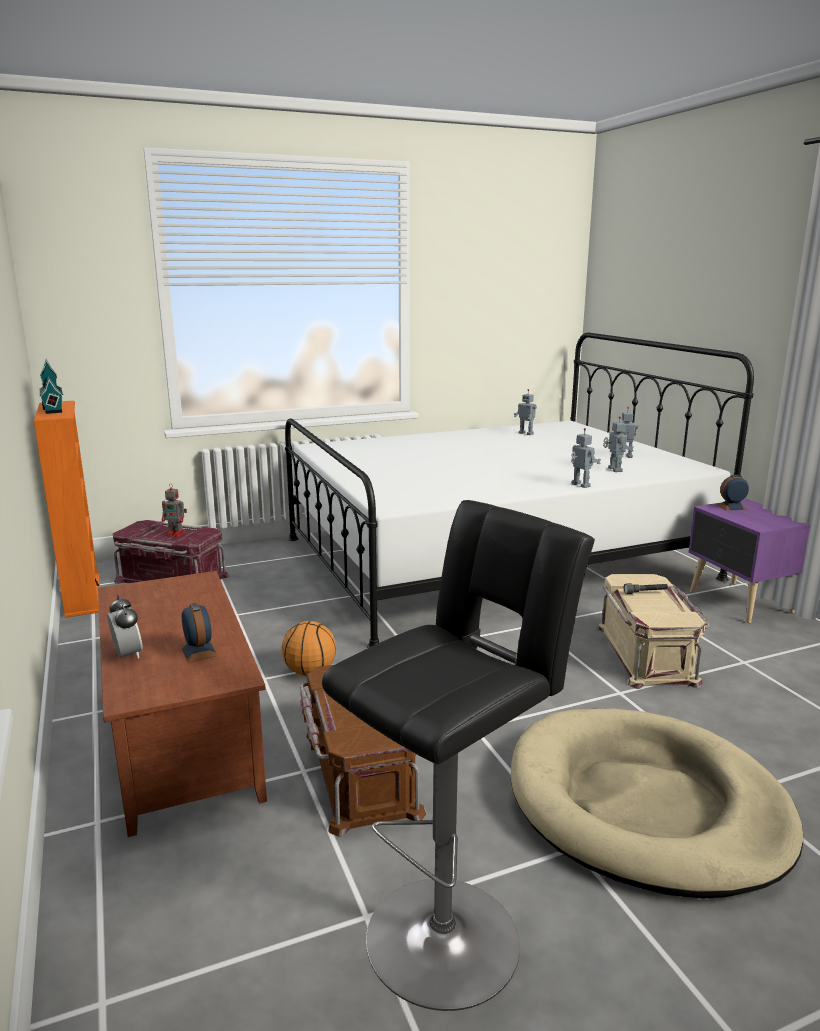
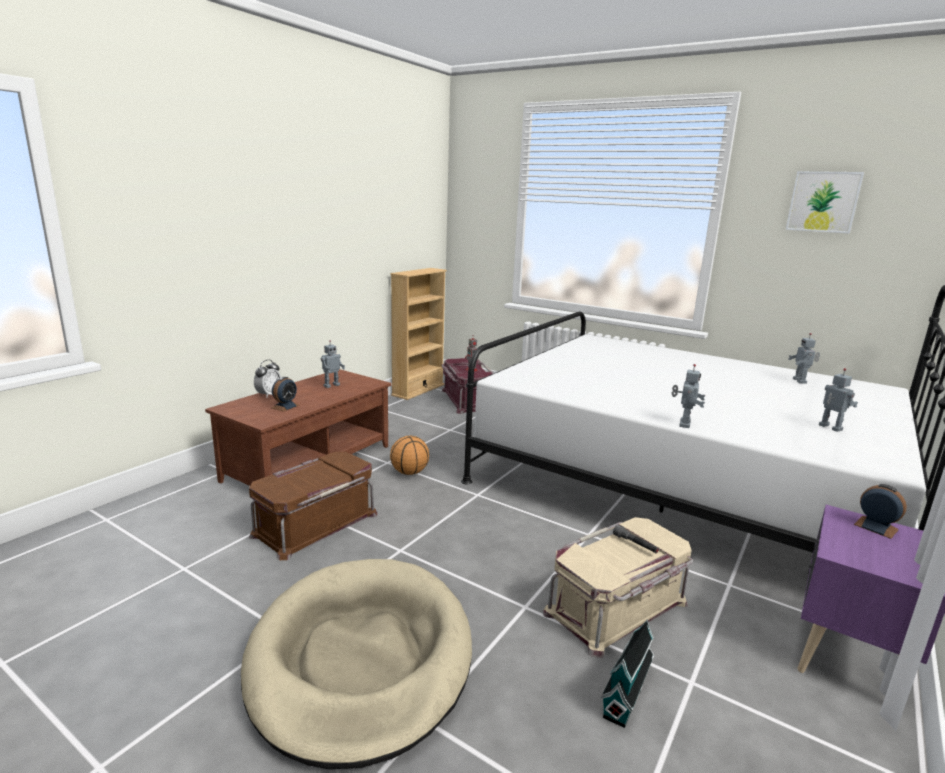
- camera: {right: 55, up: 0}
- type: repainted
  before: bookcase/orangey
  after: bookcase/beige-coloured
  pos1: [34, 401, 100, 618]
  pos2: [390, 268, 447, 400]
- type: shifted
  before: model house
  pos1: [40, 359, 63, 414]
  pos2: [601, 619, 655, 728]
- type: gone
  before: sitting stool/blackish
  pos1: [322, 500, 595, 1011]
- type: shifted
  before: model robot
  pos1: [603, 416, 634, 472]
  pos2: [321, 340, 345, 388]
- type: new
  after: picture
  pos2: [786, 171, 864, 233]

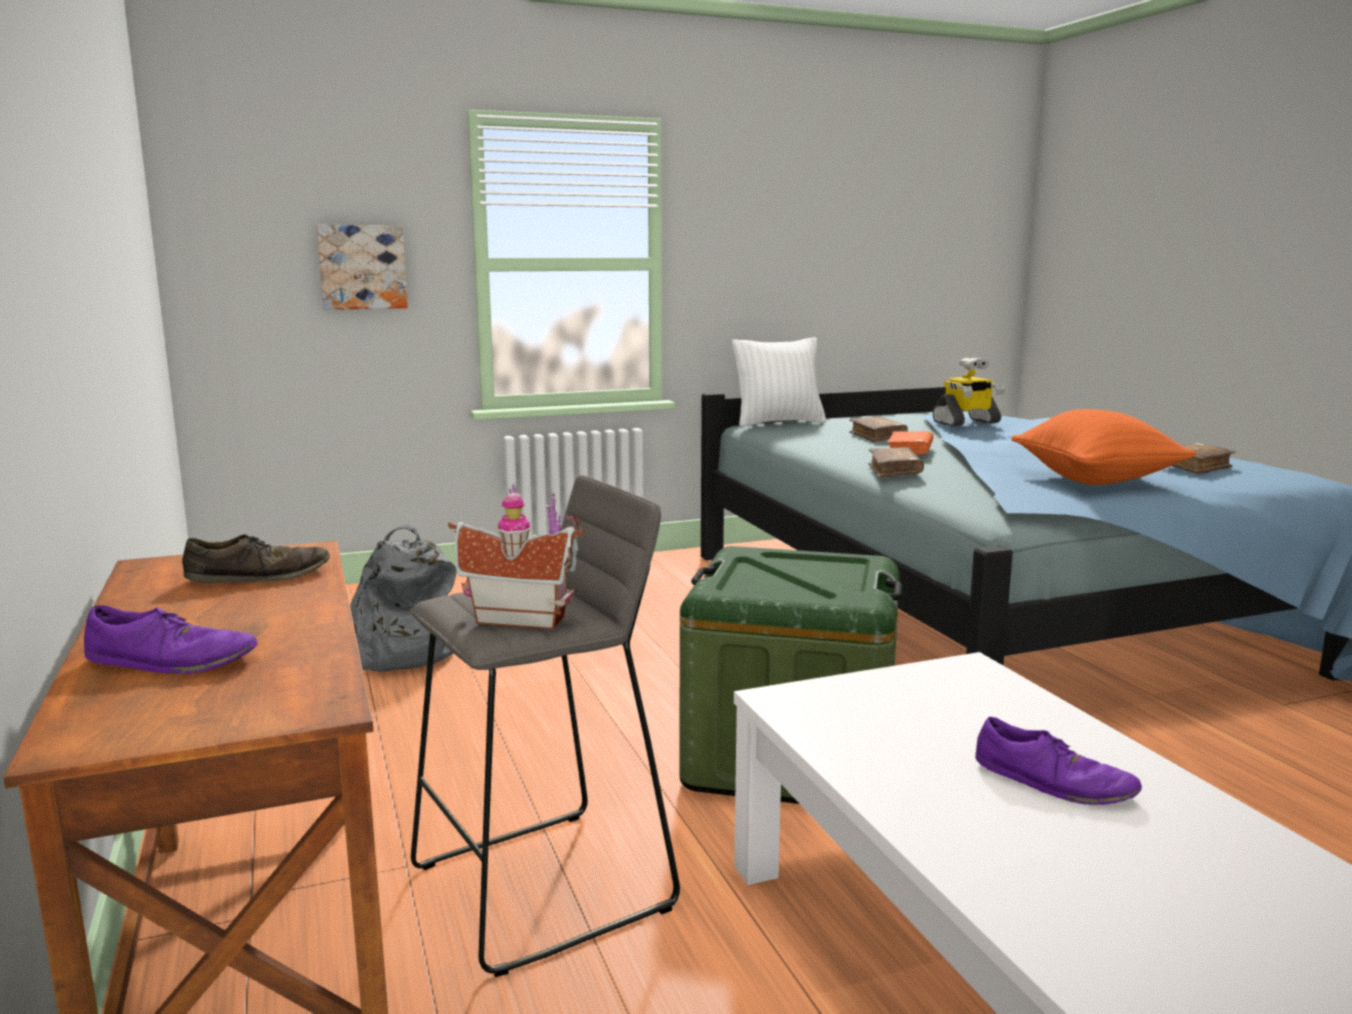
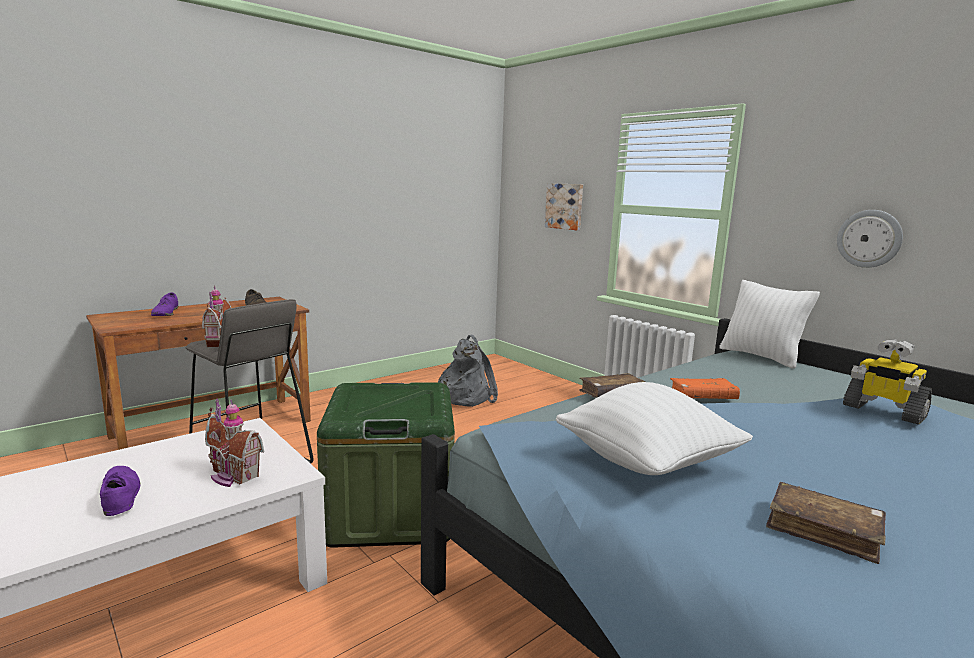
- camera: {right: 70, up: 0}
- type: gone
  before: book/brown
  pos1: [849, 416, 908, 442]
- type: rotated
  before: item of footwear/purple-coloured
  pos1: [975, 717, 1142, 805]
  pos2: [100, 466, 141, 516]
  turn: 135
- type: repainted
  before: throw pillow/orangey
  after: throw pillow/white-coloured
  pos1: [1011, 409, 1196, 485]
  pos2: [556, 382, 753, 475]
- type: new
  after: model house
  pos2: [205, 398, 265, 487]
- type: new
  after: hanging clock
  pos2: [837, 210, 903, 268]

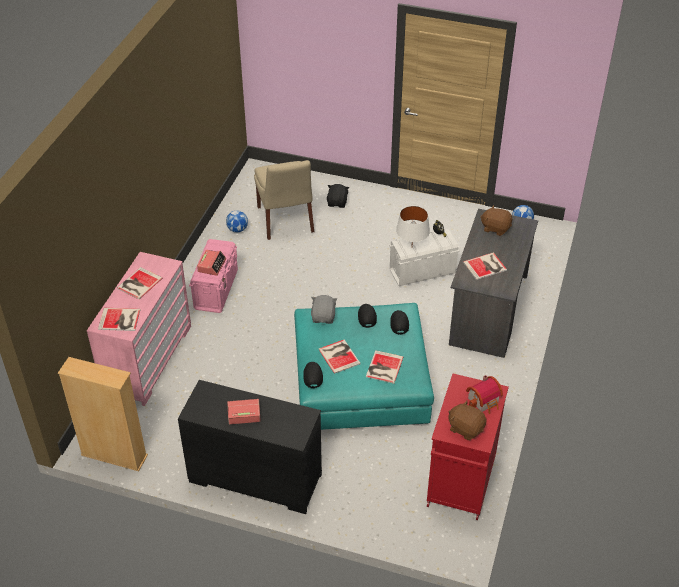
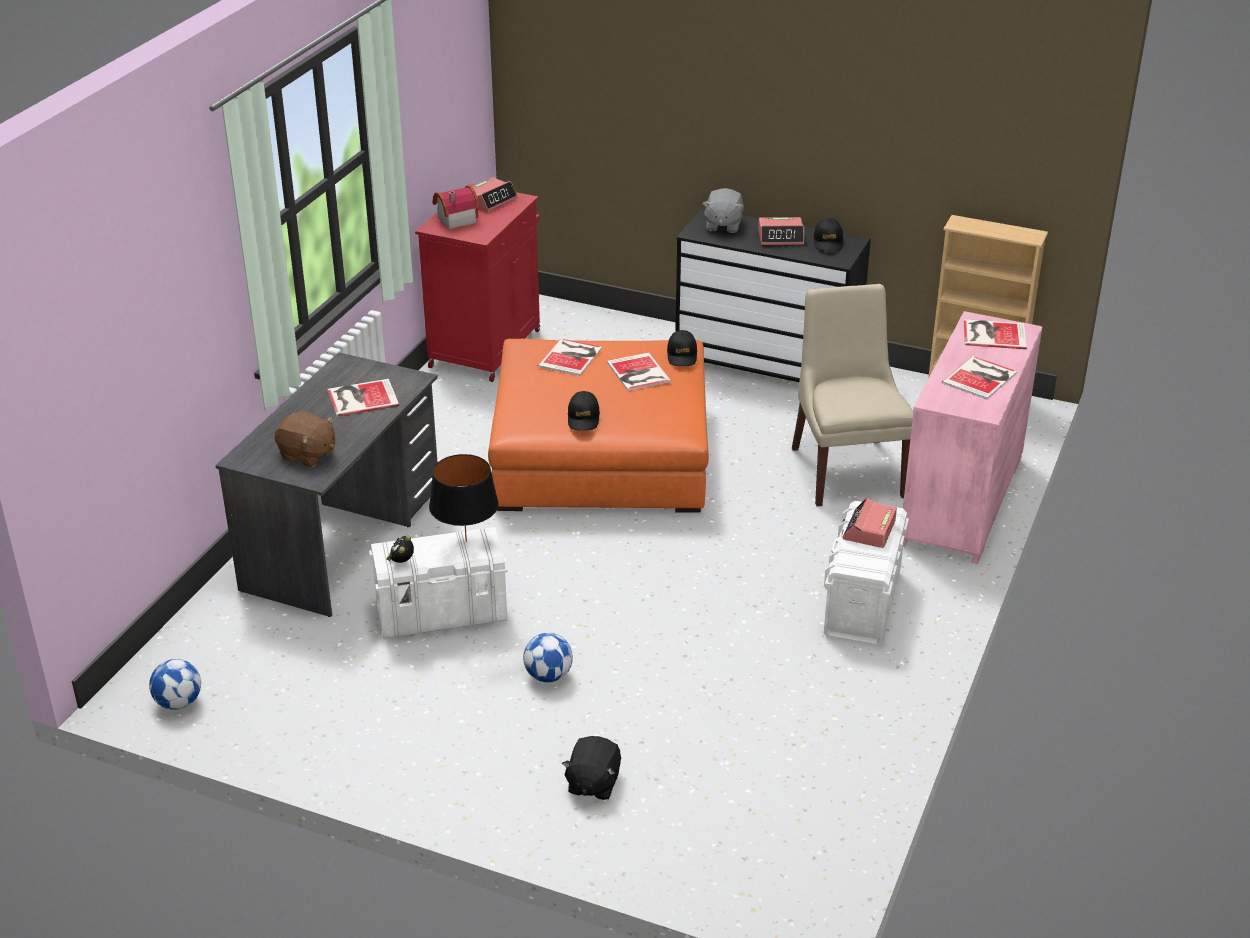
- camera: {right: -175, up: -10}
- type: repainted
  before: storage box/pink
  after: storage box/white-coloured
  pos1: [189, 239, 238, 313]
  pos2: [824, 501, 909, 646]
- type: shifted
  before: football
  pos1: [226, 210, 248, 233]
  pos2: [523, 633, 573, 682]
- type: shifted
  before: upright chair/beige-coloured
  pos1: [254, 160, 314, 240]
  pos2: [792, 284, 914, 507]
- type: repainted
  before: footrest/blue-green
  after: footrest/orangey
  pos1: [294, 303, 434, 430]
  pos2: [488, 339, 709, 513]
- type: shifted
  before: soft toy/gray
  pos1: [311, 295, 337, 324]
  pos2: [702, 188, 744, 233]
- type: shifted
  before: peaked cap/blackish
  pos1: [390, 310, 409, 335]
  pos2: [814, 218, 843, 251]
- type: repainted
  before: tabletop lamp/white-coloured
  after: tabletop lamp/blackish
  pos1: [396, 206, 430, 242]
  pos2: [429, 454, 499, 542]
- type: swapped
  before: soft toy/brown
  after: alarm clock
  pos1: [448, 400, 487, 440]
  pos2: [472, 177, 518, 212]

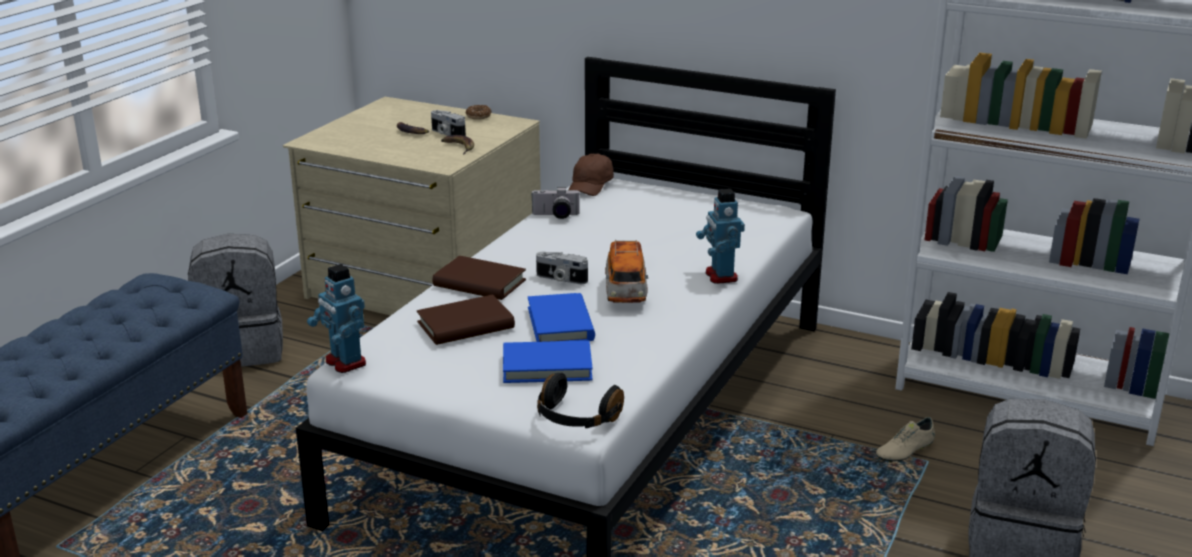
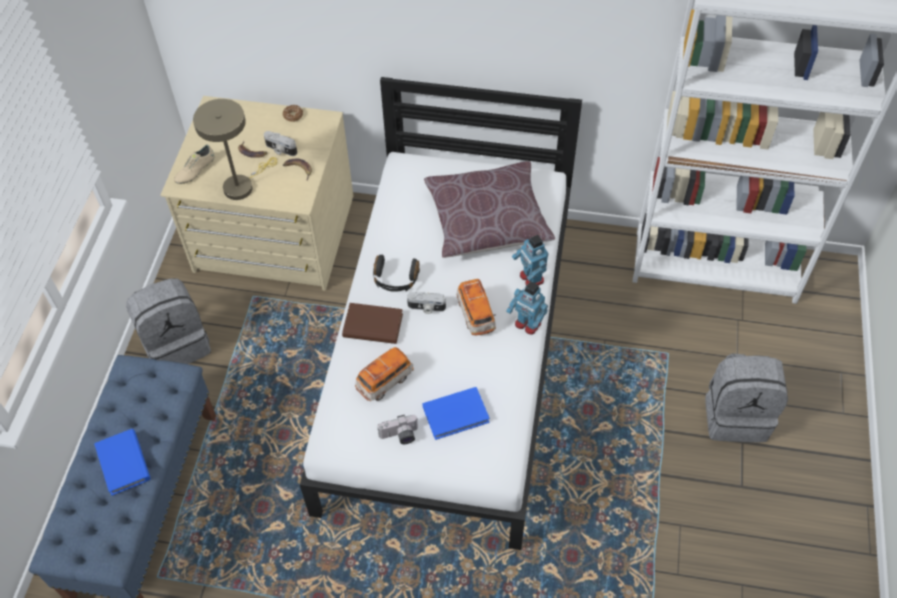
- camera: {right: -15, up: 30}
- type: shifted
  before: model robot
  pos1: [307, 264, 366, 373]
  pos2: [506, 281, 548, 335]
- type: swapped
  before: book/brown
  after: toy car
  pos1: [417, 295, 515, 345]
  pos2: [355, 347, 414, 401]
- type: shifted
  before: book/blue
  pos1: [528, 293, 595, 342]
  pos2: [94, 429, 150, 496]
- type: shifted
  before: still camera
  pos1: [531, 187, 580, 219]
  pos2: [377, 415, 418, 444]
- type: shifted
  before: headphones/blackish
  pos1: [537, 373, 624, 428]
  pos2: [373, 255, 420, 292]
- type: gone
  before: peaked cap/brown
  pos1: [568, 153, 614, 196]
- type: shifted
  before: item of footwear/beige-coloured
  pos1: [876, 417, 935, 463]
  pos2: [174, 145, 214, 184]
- type: new
  after: tabletop lamp/beige-coloured
  pos2: [193, 99, 277, 200]
- type: new
  after: throw pillow/brown
  pos2: [424, 161, 555, 258]

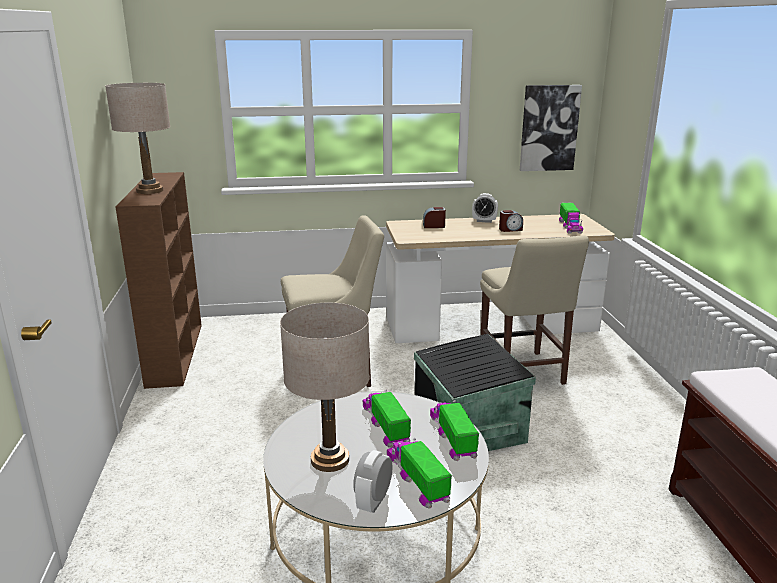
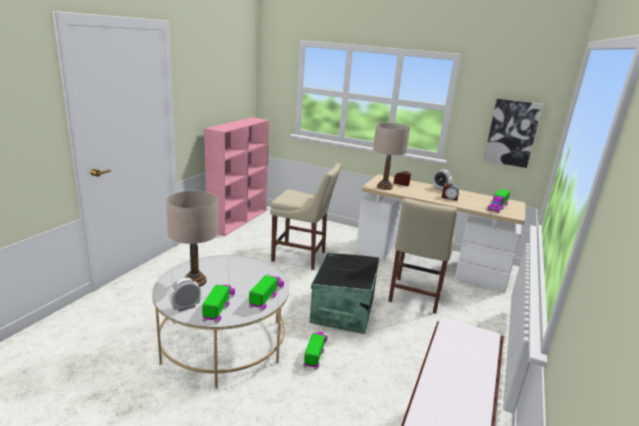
- camera: {right: 30, up: 0}
- type: shifted
  before: tabletop lamp/beige-coloured
  pos1: [105, 83, 170, 194]
  pos2: [373, 123, 410, 190]
- type: repainted
  before: bookcase/brown
  after: bookcase/pink
  pos1: [116, 172, 202, 389]
  pos2: [204, 117, 269, 236]
- type: shifted
  before: toy truck
  pos1: [363, 389, 411, 448]
  pos2: [303, 331, 327, 370]

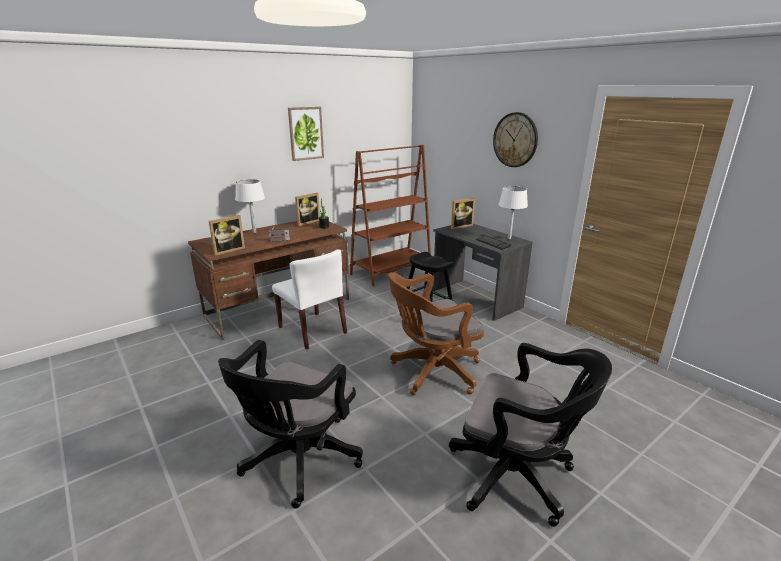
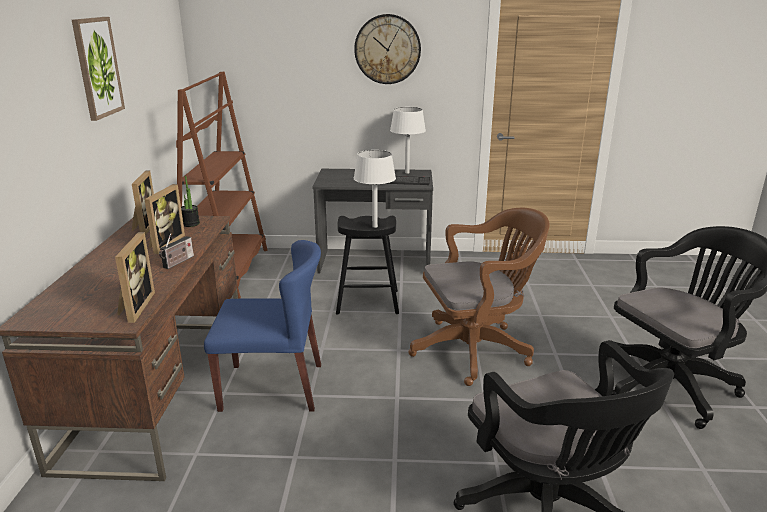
- camera: {right: -50, up: 0}
- type: shifted
  before: tabletop lamp/white-coloured
  pos1: [235, 179, 265, 233]
  pos2: [354, 150, 396, 228]
- type: repainted
  before: upright chair/white-coloured
  after: upright chair/blue
  pos1: [272, 249, 347, 350]
  pos2: [204, 240, 321, 412]
- type: rotated
  before: office chair/brown
  pos1: [388, 272, 484, 395]
  pos2: [408, 208, 550, 386]
  turn: -120
- type: shifted
  before: photo frame
  pos1: [451, 198, 475, 229]
  pos2: [144, 184, 185, 254]

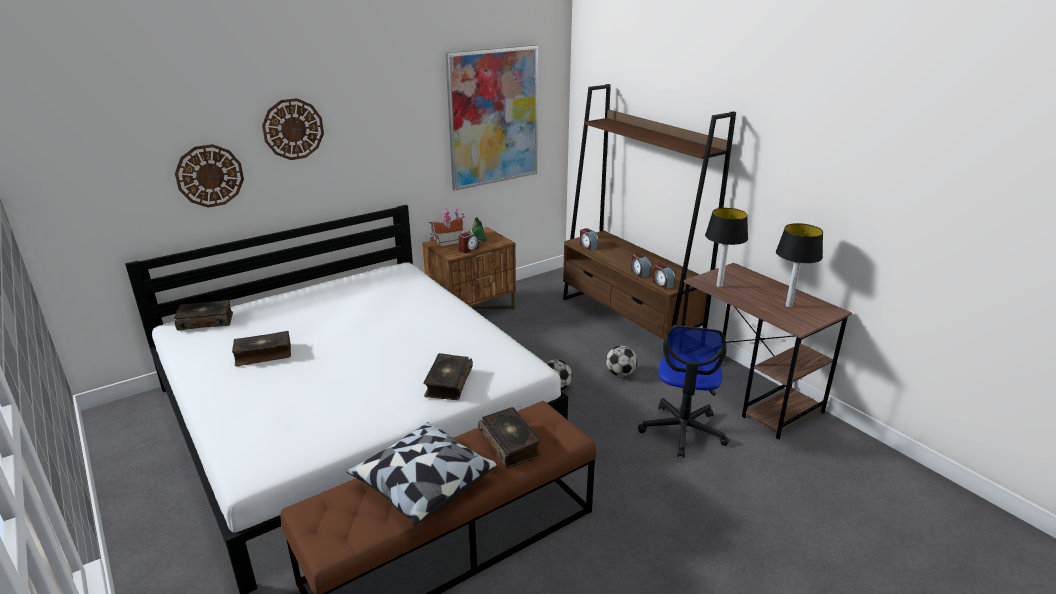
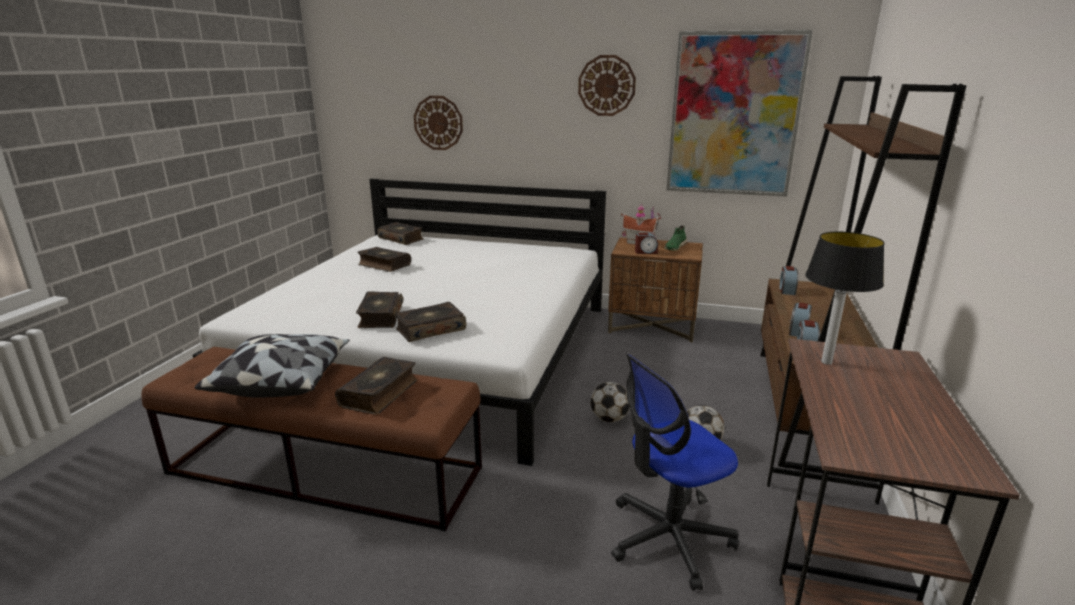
- camera: {right: 50, up: -5}
- type: shifted
  before: hanging clock
  pos1: [262, 98, 324, 160]
  pos2: [578, 55, 636, 116]
- type: gone
  before: tabletop lamp
  pos1: [776, 223, 823, 307]
- type: new
  after: book
  pos2: [356, 291, 403, 328]

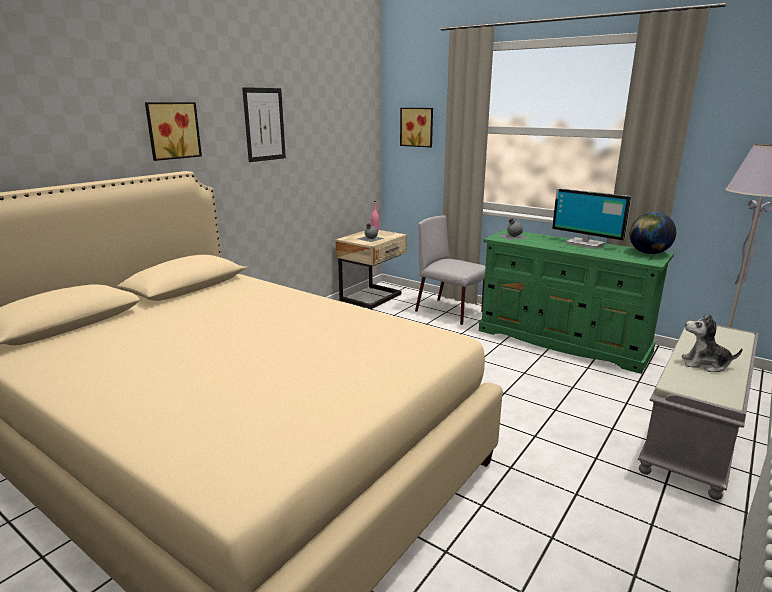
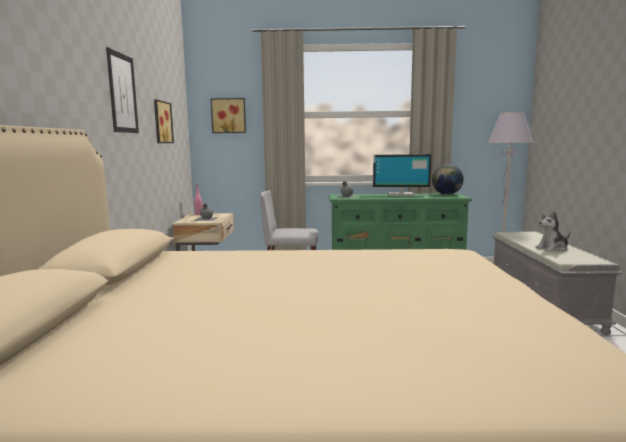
- camera: {right: -35, up: -10}
- type: shifted
  before: picture
  pos1: [145, 102, 202, 161]
  pos2: [154, 99, 174, 143]

